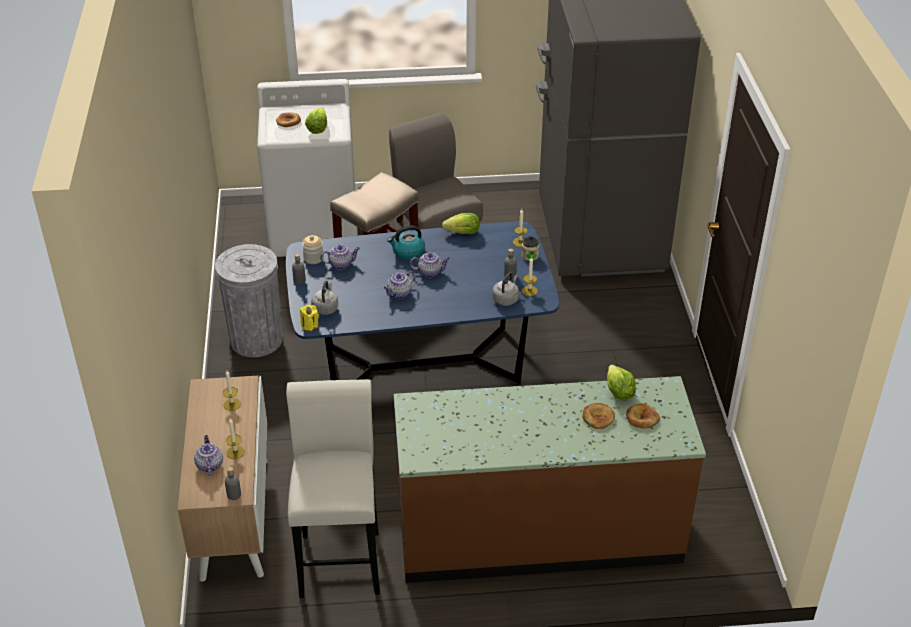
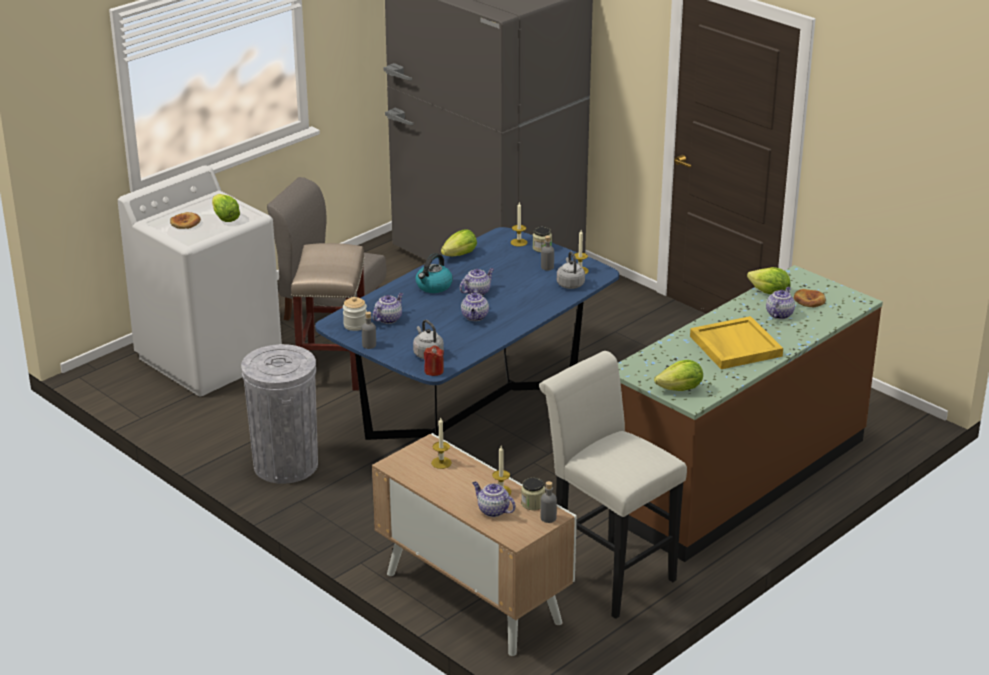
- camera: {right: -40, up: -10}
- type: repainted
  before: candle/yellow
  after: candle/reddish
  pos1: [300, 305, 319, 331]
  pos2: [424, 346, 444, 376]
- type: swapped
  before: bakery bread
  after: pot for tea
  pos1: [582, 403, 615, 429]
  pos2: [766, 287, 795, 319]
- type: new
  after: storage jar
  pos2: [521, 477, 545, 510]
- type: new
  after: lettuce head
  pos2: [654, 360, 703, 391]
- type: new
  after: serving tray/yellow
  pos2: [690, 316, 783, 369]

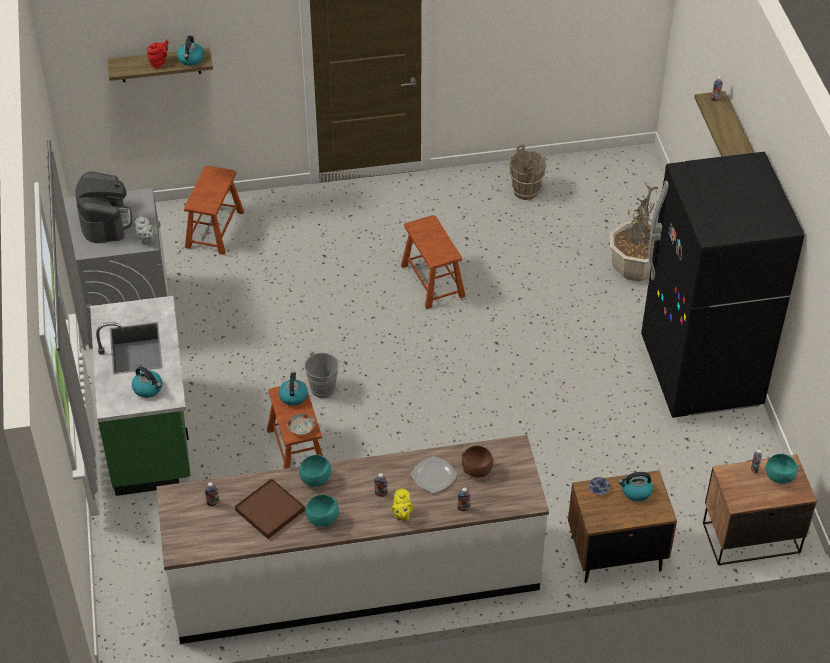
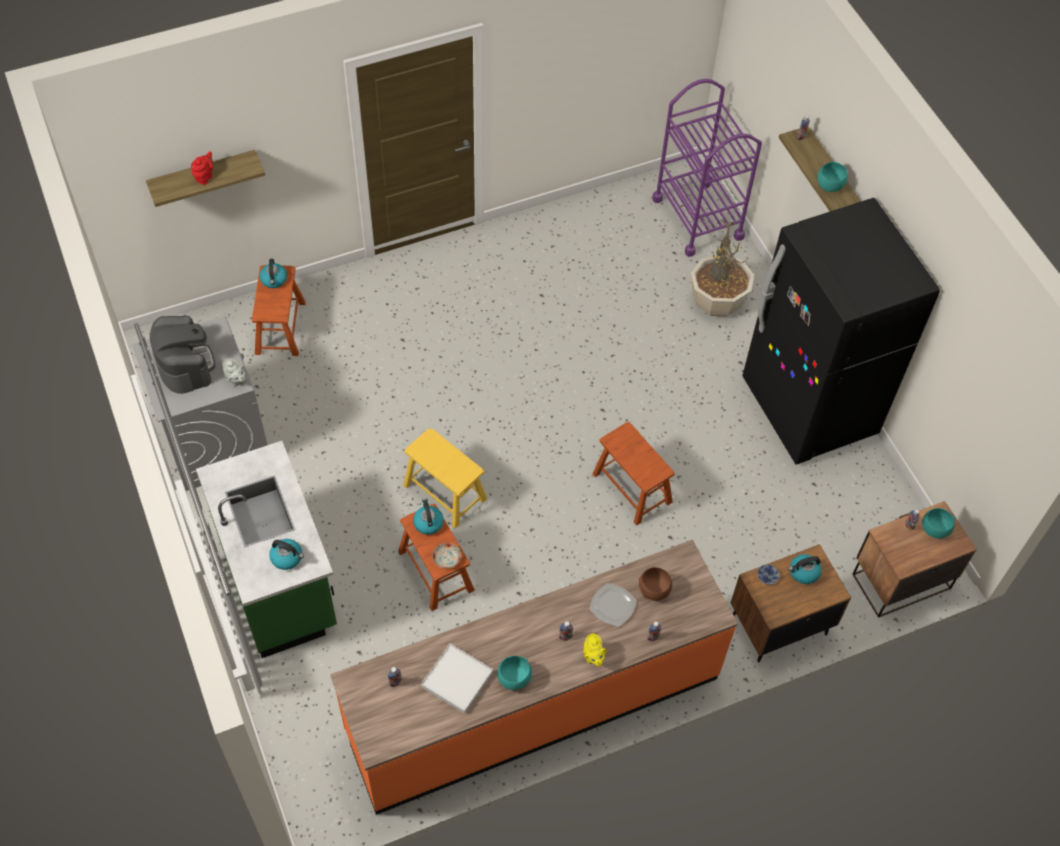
- camera: {right: -15, up: 10}
- type: repainted
  before: kitchen base unit/white-coloured
  after: kitchen base unit/orangey
  pos1: [157, 435, 549, 644]
  pos2: [330, 540, 738, 815]
- type: shifted
  before: kettle
  pos1: [177, 36, 204, 66]
  pos2: [259, 259, 287, 288]
- type: repainted
  before: serving tray/brown
  after: serving tray/white-coloured
  pos1: [235, 478, 305, 539]
  pos2: [421, 643, 493, 714]
- type: shifted
  before: bowl/blue-green
  pos1: [299, 454, 331, 487]
  pos2: [817, 161, 848, 192]
- type: swapped
  before: pail/gray
  after: sitting stool/yellow
  pos1: [305, 351, 345, 398]
  pos2: [403, 428, 487, 529]
- type: shifted
  before: sitting stool/brown
  pos1: [401, 215, 466, 309]
  pos2: [593, 422, 675, 525]
- type: gone
  before: pail/brown
  pos1: [509, 145, 546, 200]
- type: new
  after: trolley/purple-coloured
  pos2: [652, 79, 762, 257]

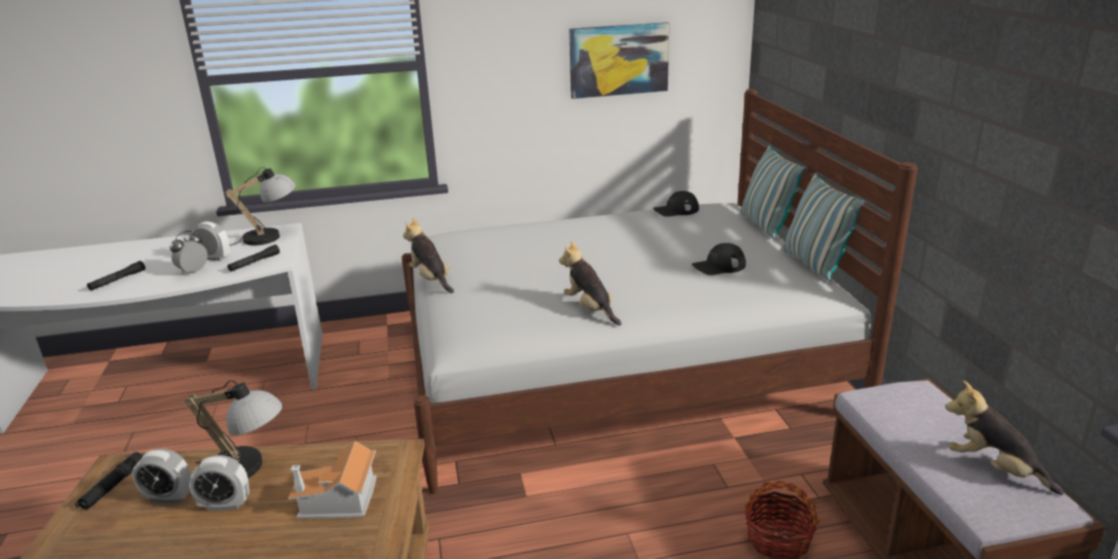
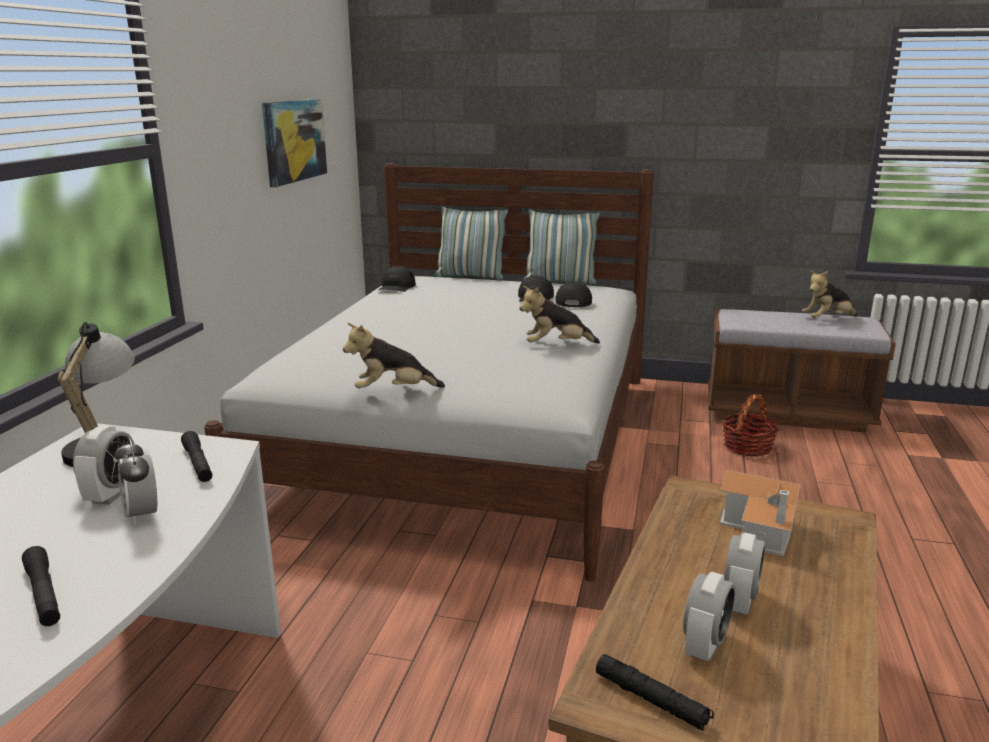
- camera: {right: -65, up: -5}
- type: gone
  before: tabletop lamp
  pos1: [184, 380, 283, 478]
- type: rotated
  before: alarm clock
  pos1: [192, 222, 230, 261]
  pos2: [73, 425, 134, 505]
  turn: 150
- type: new
  after: peaked cap/blackish
  pos2: [555, 282, 592, 307]

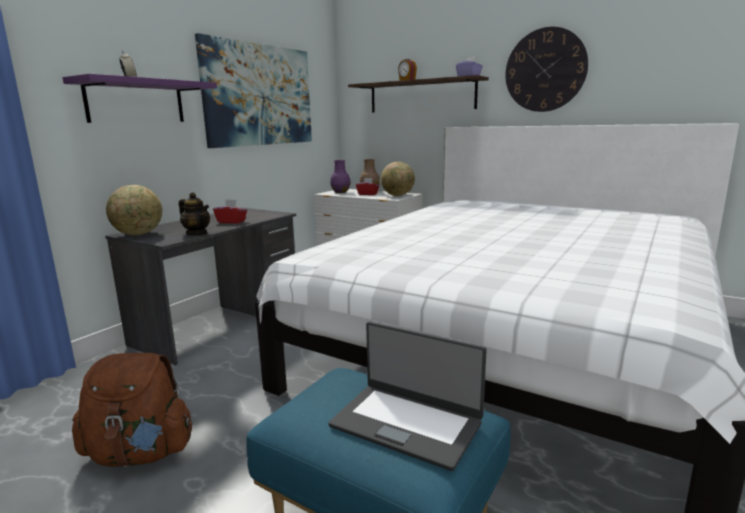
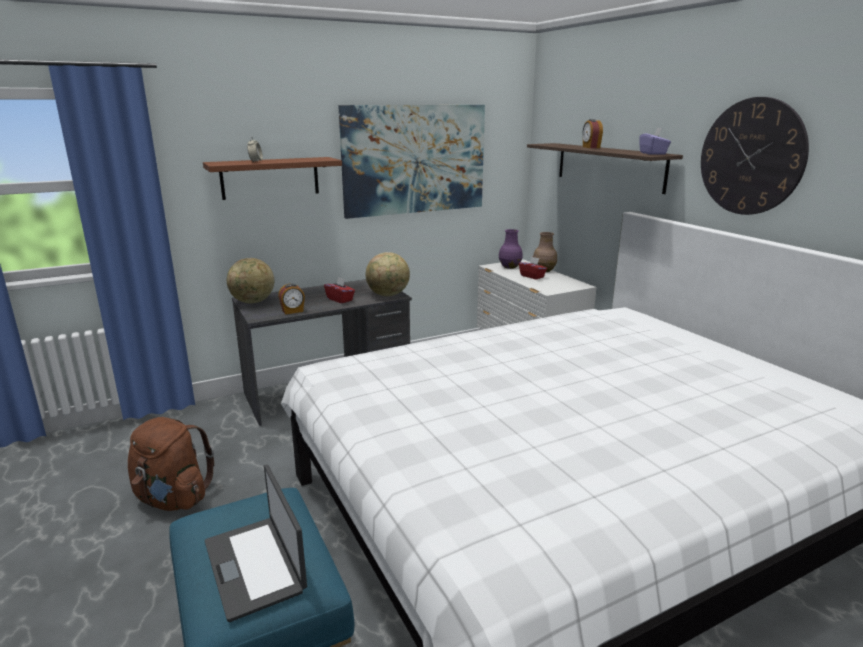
- camera: {right: 30, up: 5}
- type: repainted
  before: bracket shelf/purple-coloured
  after: bracket shelf/brown
  pos1: [63, 74, 217, 123]
  pos2: [203, 157, 342, 200]
- type: swapped
  before: pot for tea
  after: alarm clock
  pos1: [179, 192, 210, 235]
  pos2: [278, 284, 305, 315]
- type: shifted
  before: desk globe
  pos1: [381, 162, 415, 196]
  pos2: [366, 252, 410, 296]

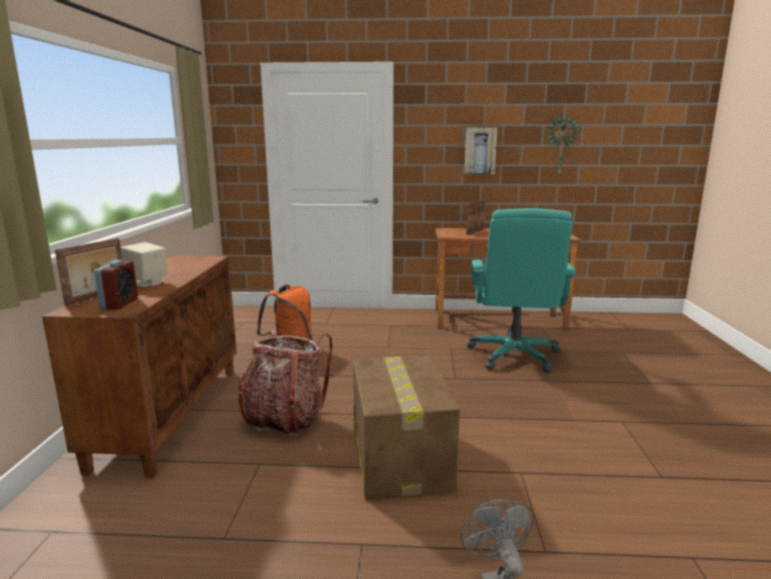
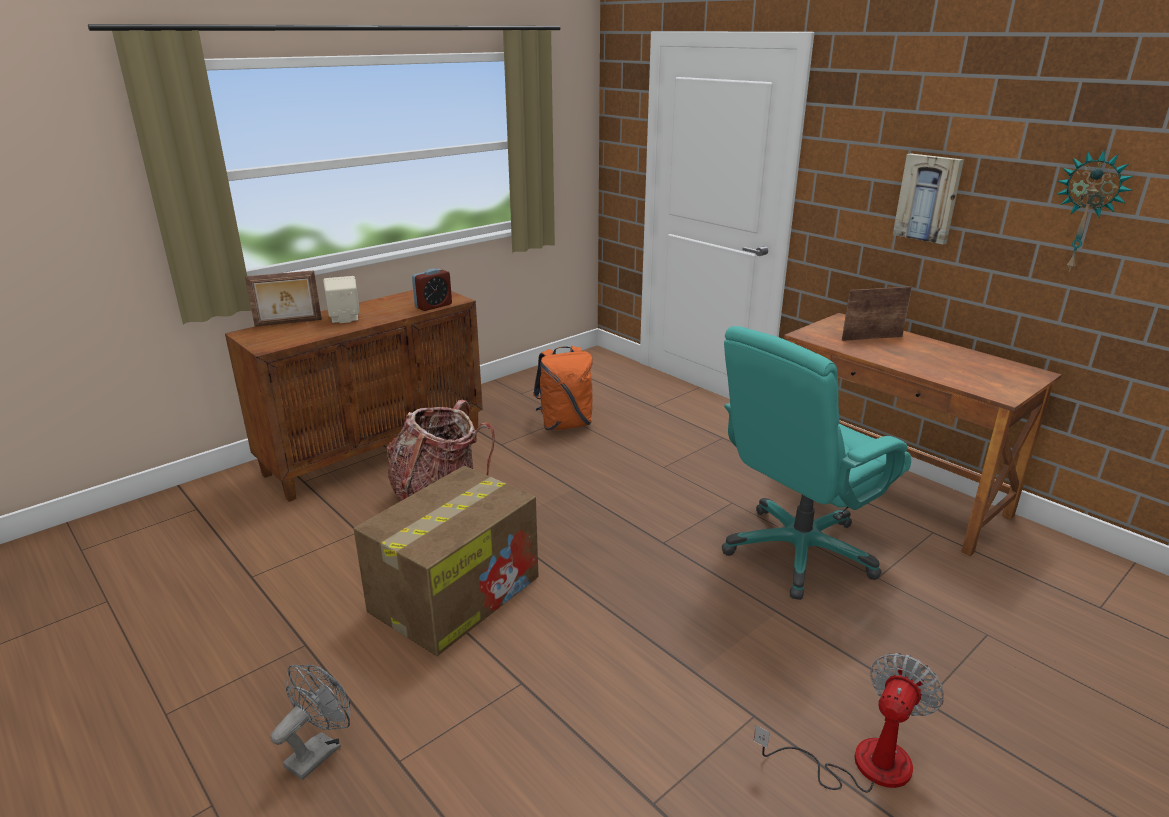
- camera: {right: 45, up: 10}
- type: shifted
  before: alarm clock
  pos1: [94, 260, 138, 309]
  pos2: [412, 269, 452, 311]
- type: new
  after: electric fan
  pos2: [754, 653, 944, 792]

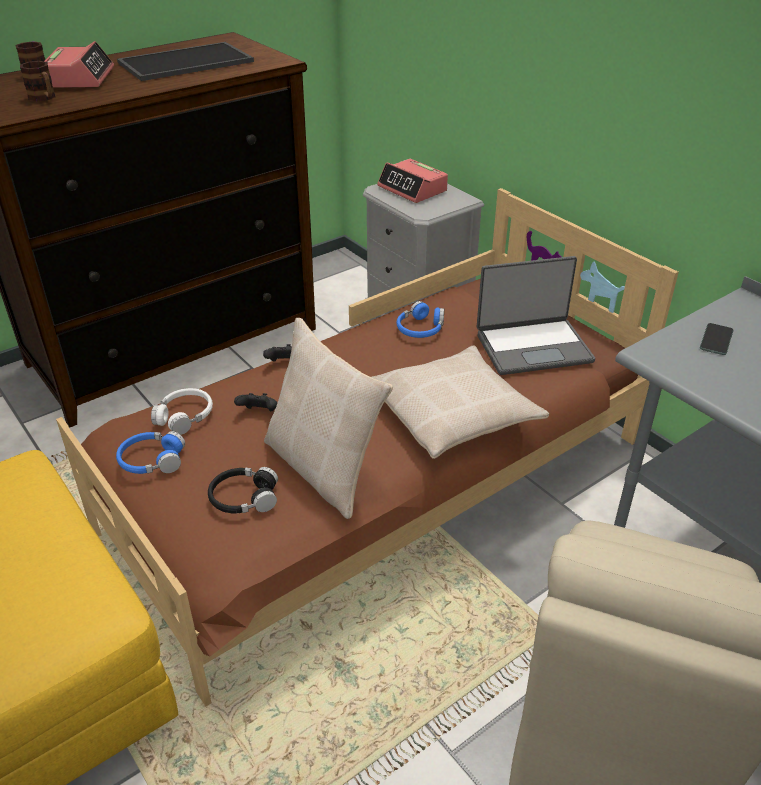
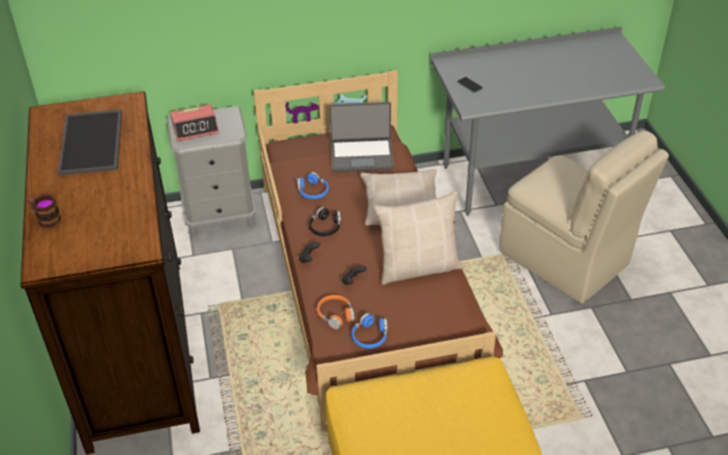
- camera: {right: -65, up: 5}
- type: gone
  before: mug
  pos1: [20, 61, 55, 101]
- type: gone
  before: alarm clock
  pos1: [44, 41, 114, 88]
- type: repainted
  before: headphones/white-coloured
  after: headphones/orangey
  pos1: [151, 388, 213, 435]
  pos2: [317, 295, 354, 329]
- type: shifted
  before: headphones/blackish
  pos1: [208, 467, 278, 513]
  pos2: [309, 207, 341, 236]
- type: rotated
  before: portable computer
  pos1: [477, 256, 595, 375]
  pos2: [329, 102, 394, 172]
  turn: 75

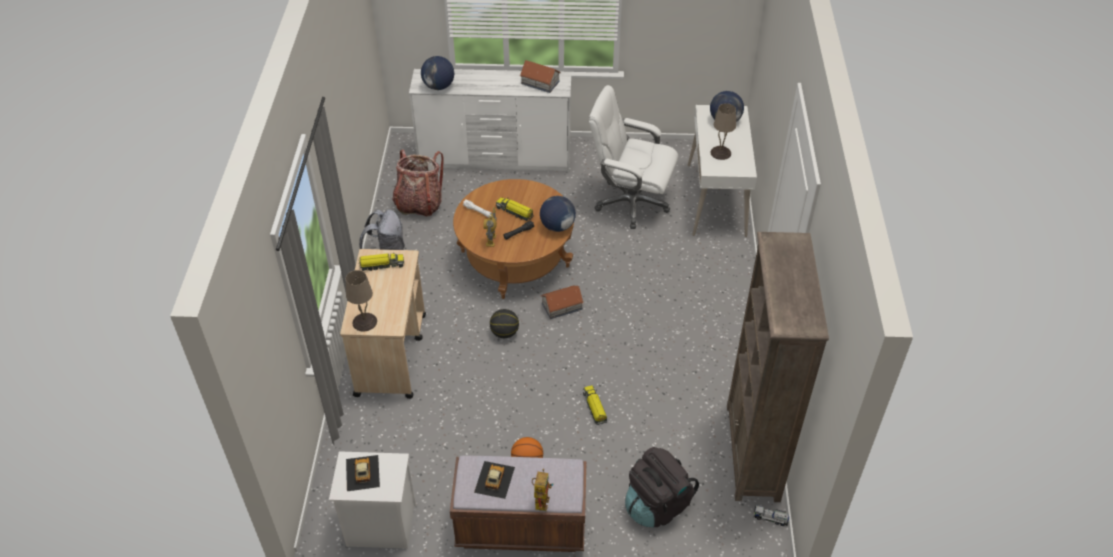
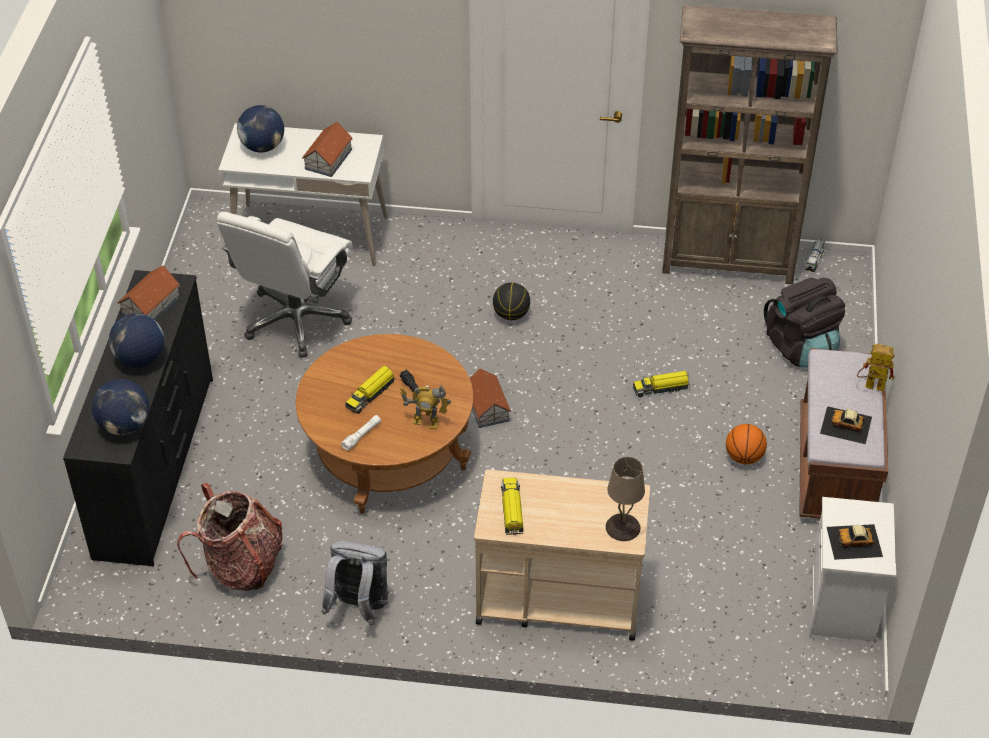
- camera: {right: -85, up: 0}
- type: repainted
  before: drawer chest/white-coloured
  after: drawer chest/blackish
  pos1: [409, 69, 572, 172]
  pos2: [63, 270, 213, 566]
- type: shifted
  before: basketball ball
  pos1: [490, 309, 519, 338]
  pos2: [493, 283, 530, 320]
- type: shifted
  before: desk globe
  pos1: [540, 196, 576, 232]
  pos2: [109, 313, 164, 368]
- type: swapped
  before: tabletop lamp/beige-coloured
  after: model house
  pos1: [710, 103, 736, 160]
  pos2: [302, 122, 353, 177]

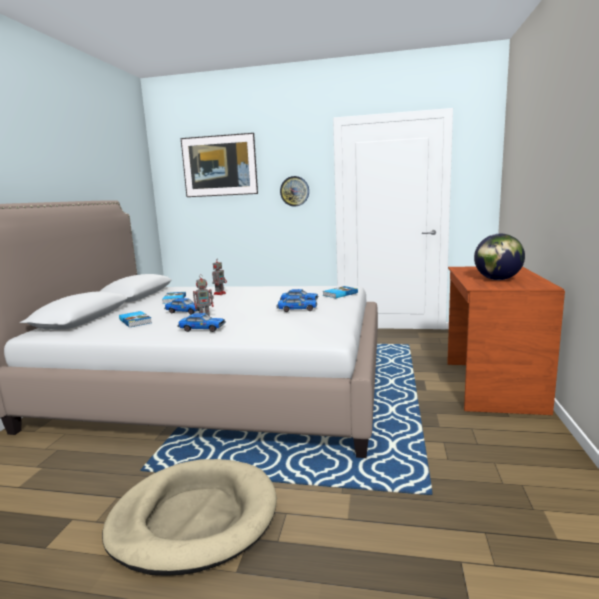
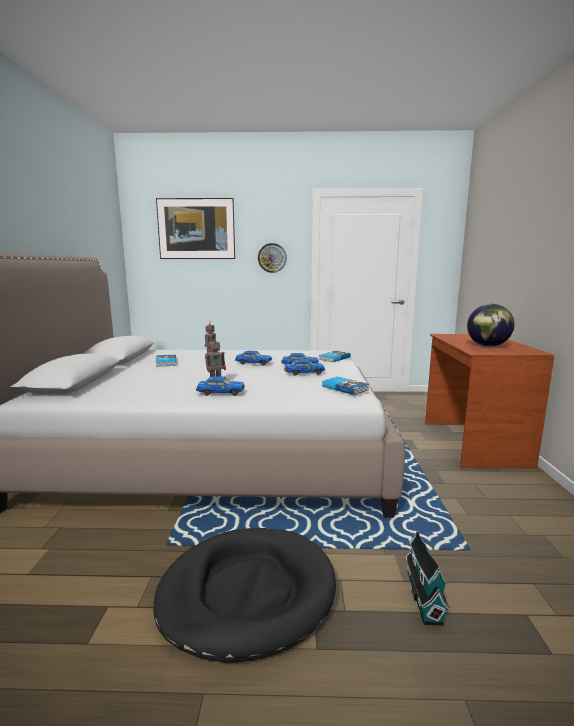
- camera: {right: -10, up: 0}
- type: repainted
  before: pet bed/beige-coloured
  after: pet bed/blackish
  pos1: [102, 459, 277, 576]
  pos2: [153, 528, 336, 663]
- type: shifted
  before: book
  pos1: [119, 311, 152, 328]
  pos2: [322, 377, 369, 395]
- type: shifted
  before: toy car
  pos1: [164, 298, 204, 314]
  pos2: [235, 351, 272, 365]
- type: new
  after: model house
  pos2: [405, 530, 450, 626]

